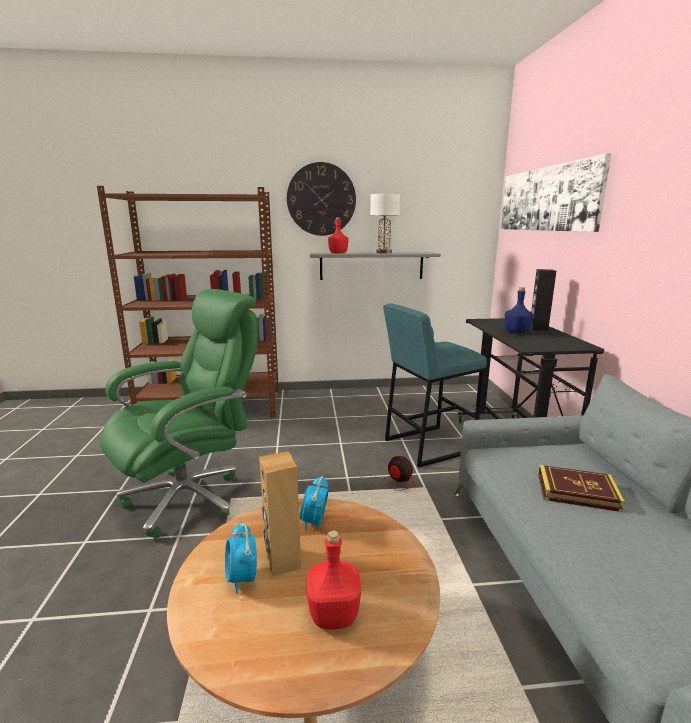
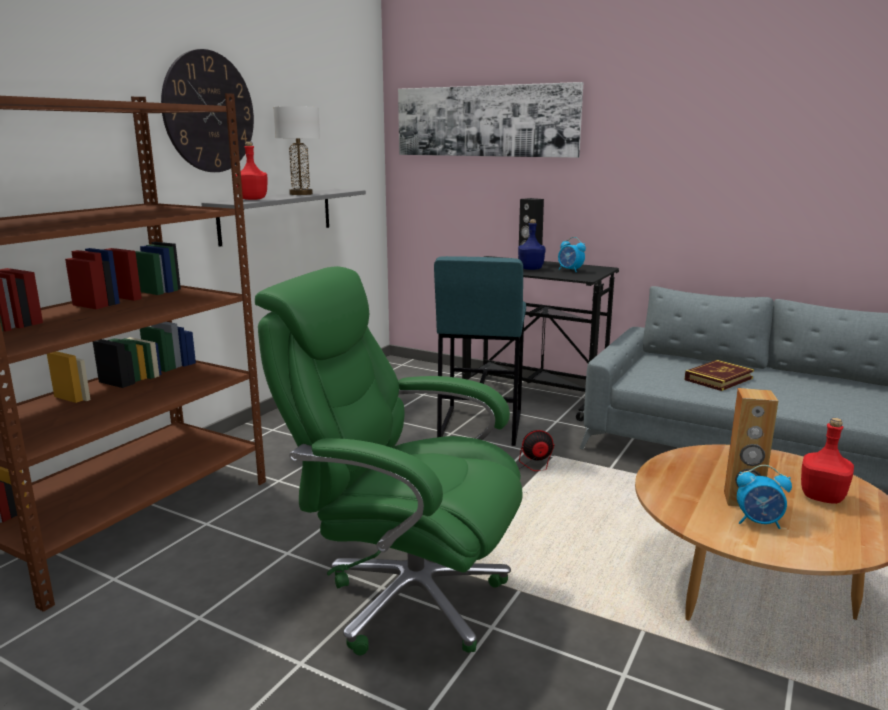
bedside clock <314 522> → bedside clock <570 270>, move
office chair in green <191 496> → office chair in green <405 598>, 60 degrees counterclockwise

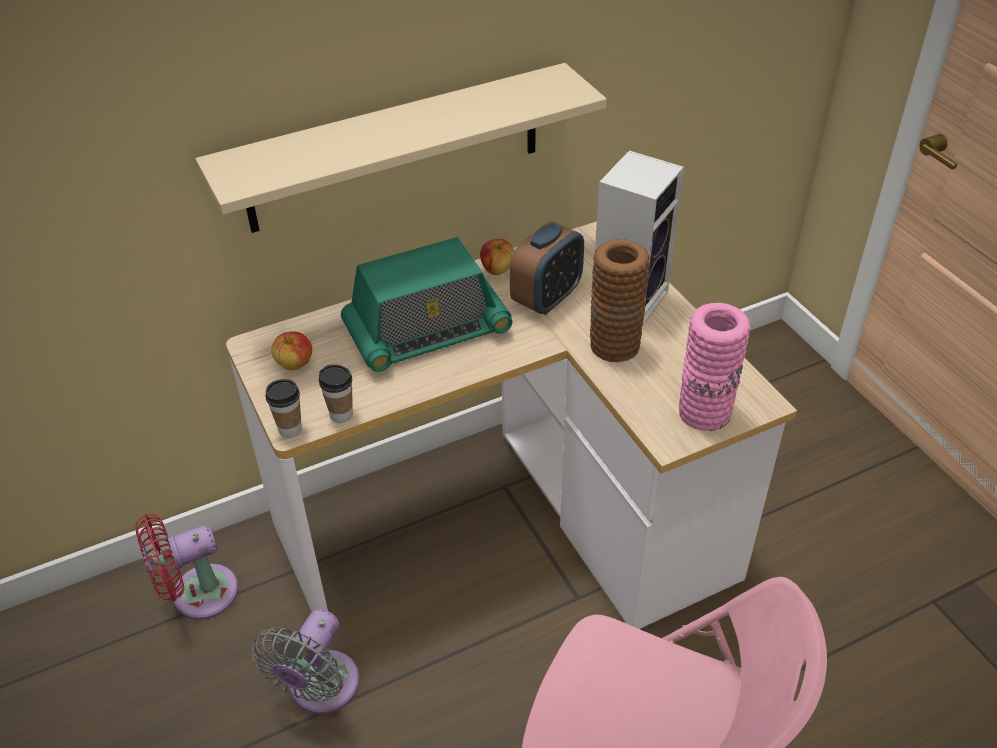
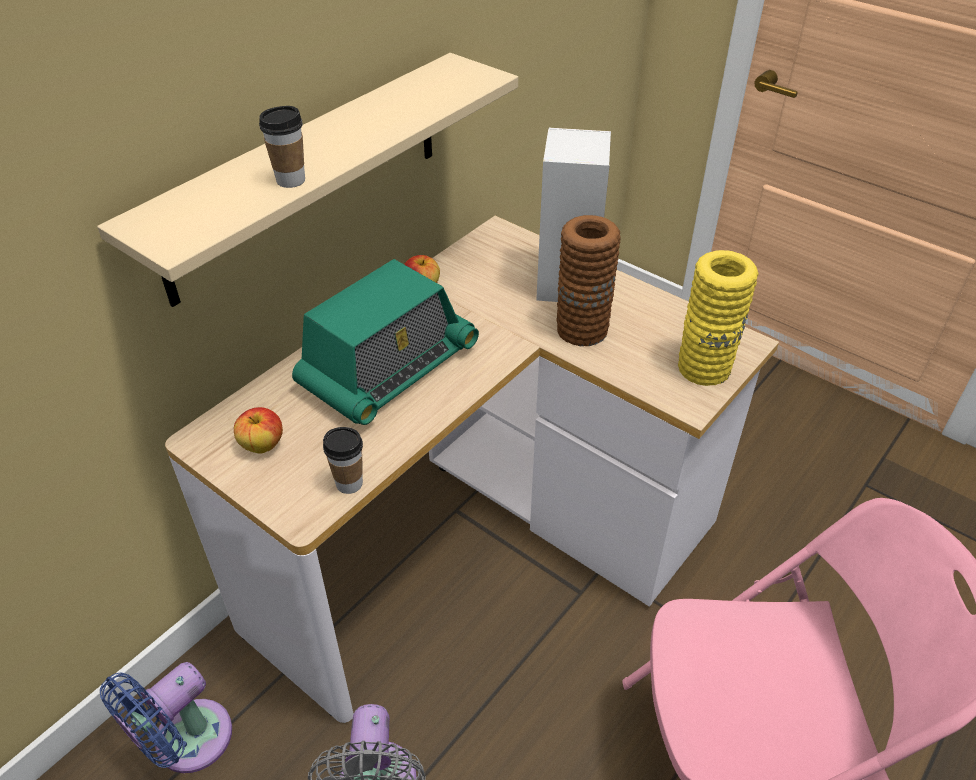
bedside clock <547 298> → -
drinking cup <290 429> → drinking cup <290 180>, move
cooling fan in reddish <198 595> → cooling fan in blue <186 742>
decorative vase in pink-coloured <704 412> → decorative vase in yellow-coloured <704 368>

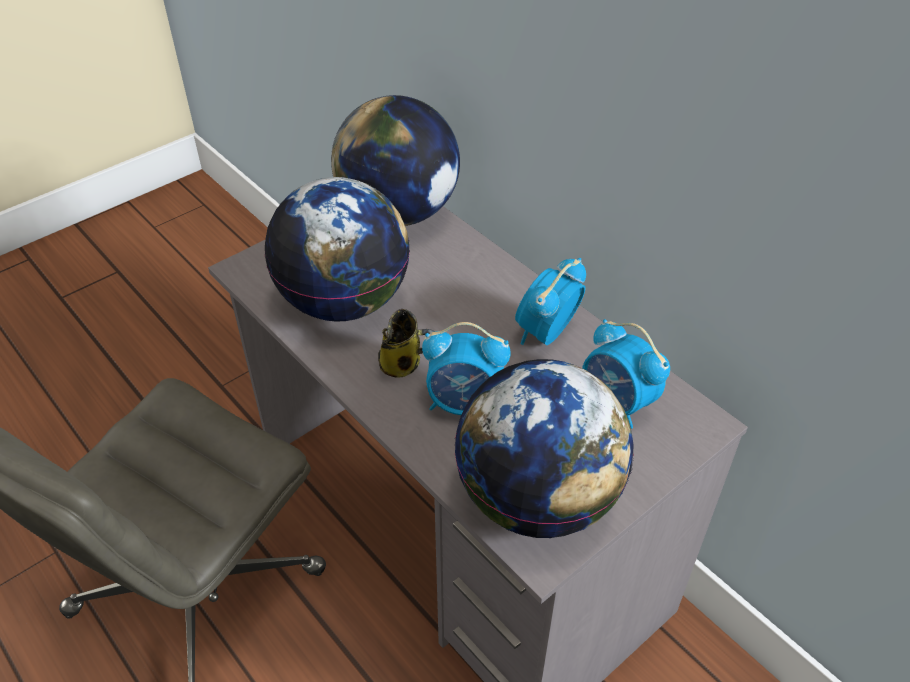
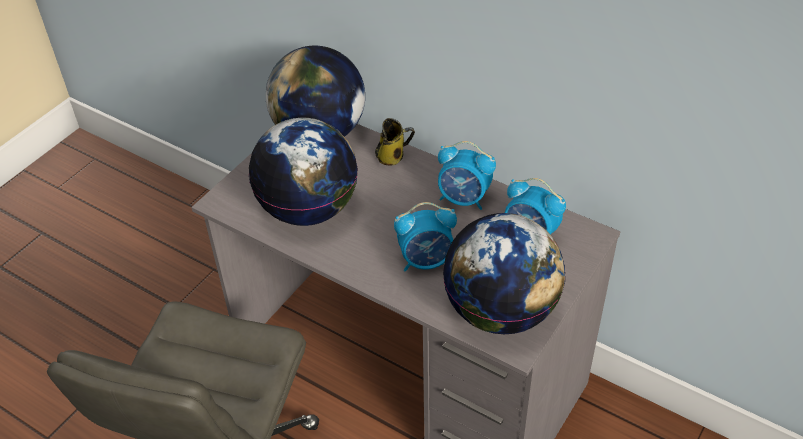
mug <403 363> → mug <392 156>, move
bedside clock <546 333> → bedside clock <464 199>, 90 degrees counterclockwise

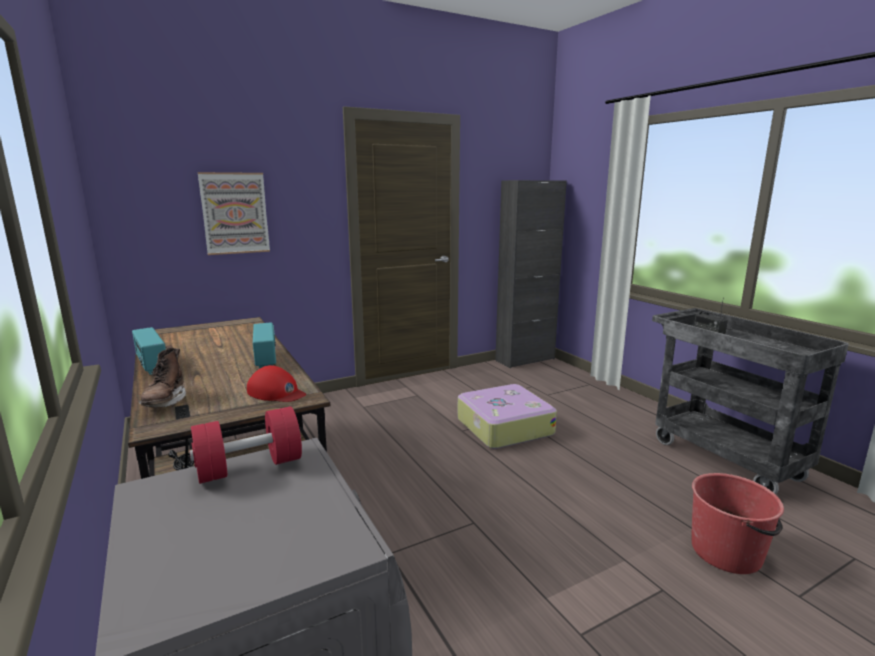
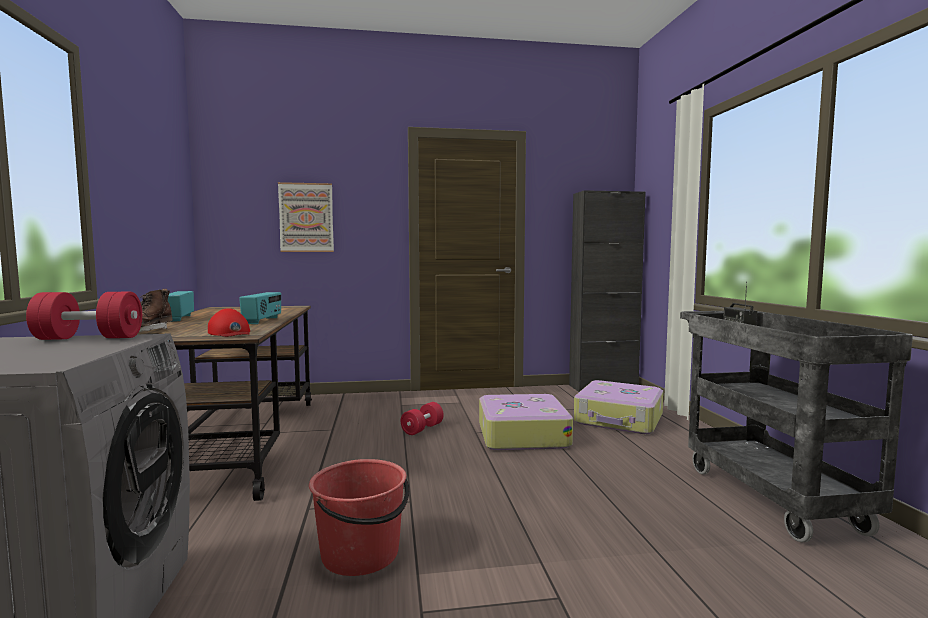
- → dumbbell in reddish <422 429>
- → piece of luggage <619 419>
bucket in reddish <727 552> → bucket in reddish <361 554>, move

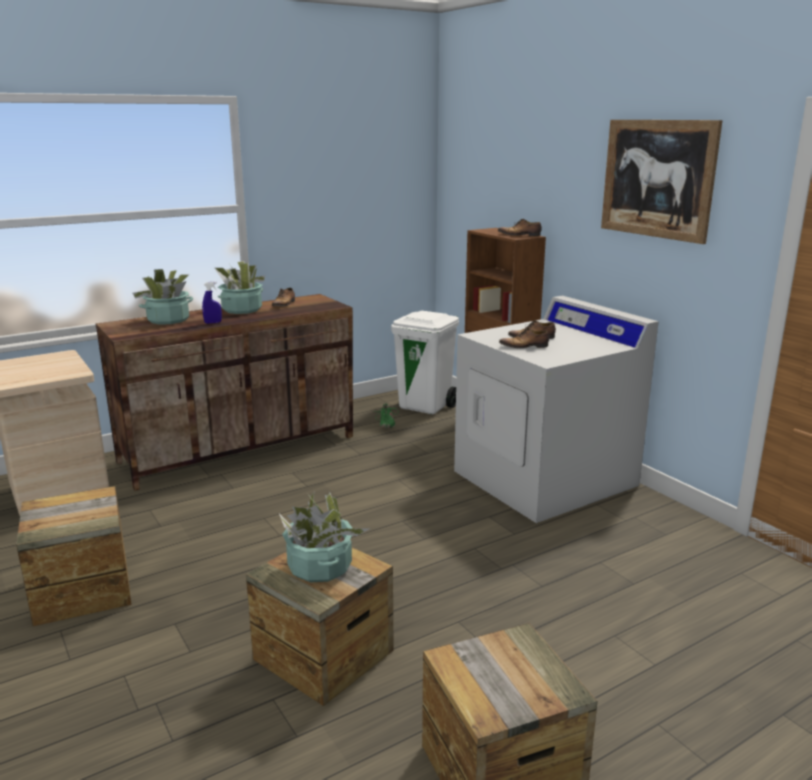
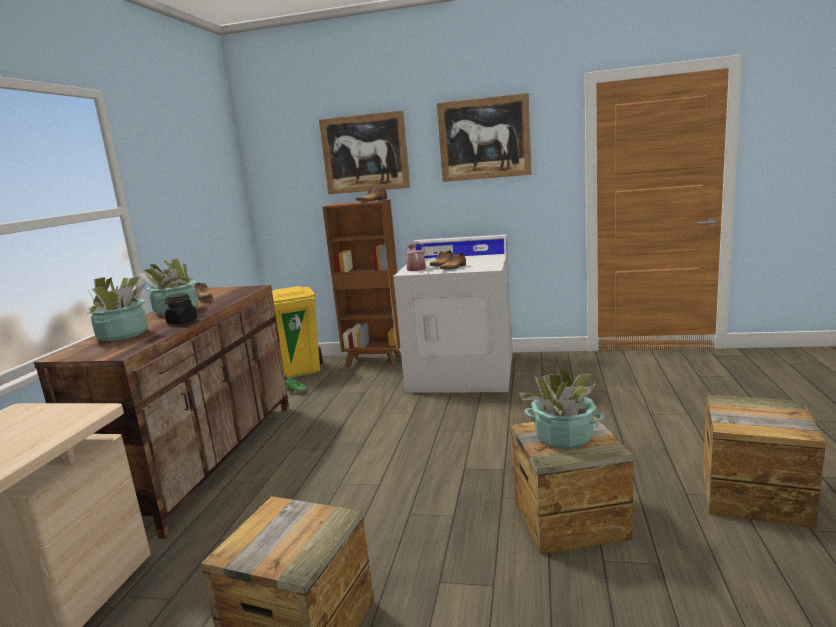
- → picture <365 153>
- → watering can <416 268>
hand sprayer in blue <213 322> → storage jar in blackish <182 322>
rubbish bin in white <425 406> → rubbish bin in yellow-coloured <301 371>

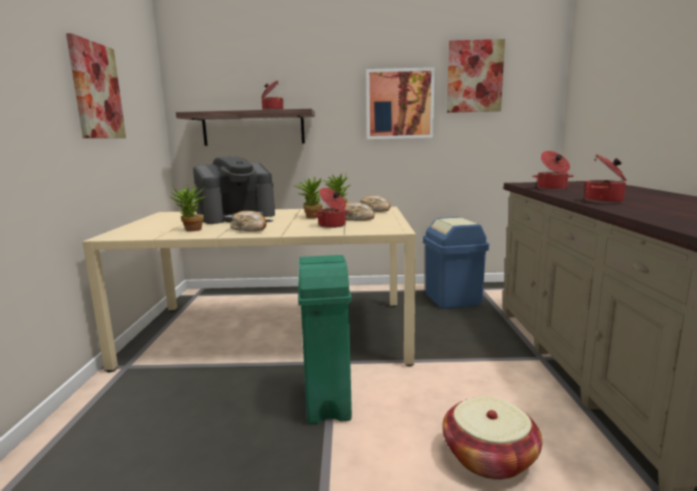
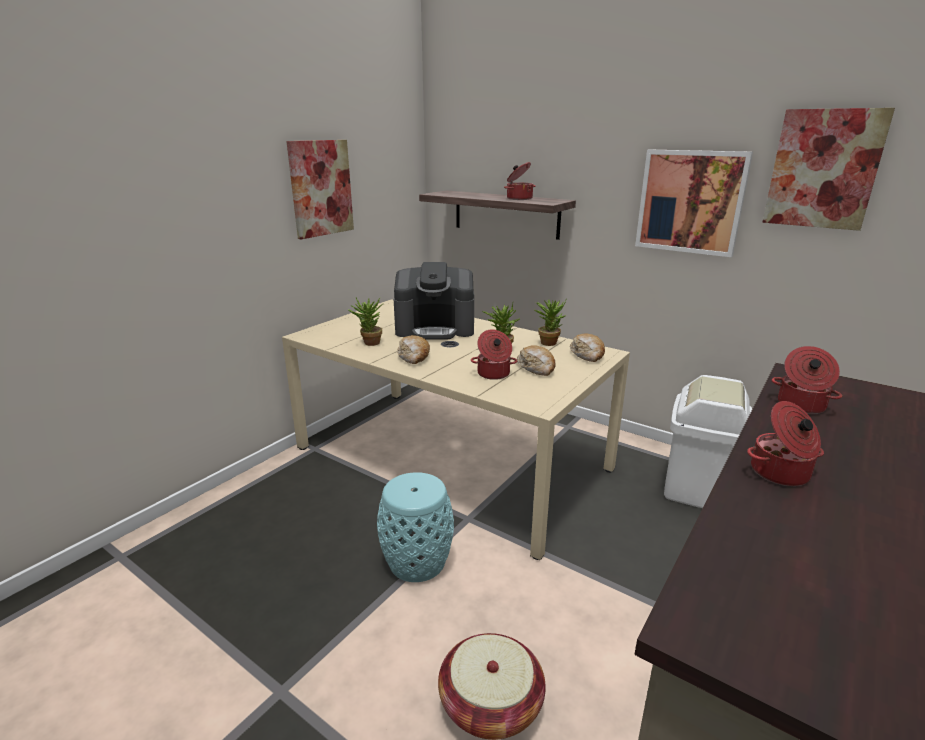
rubbish bin in green <327 403> → stool in turquoise <417 562>
rubbish bin in blue <453 299> → rubbish bin in white <698 488>

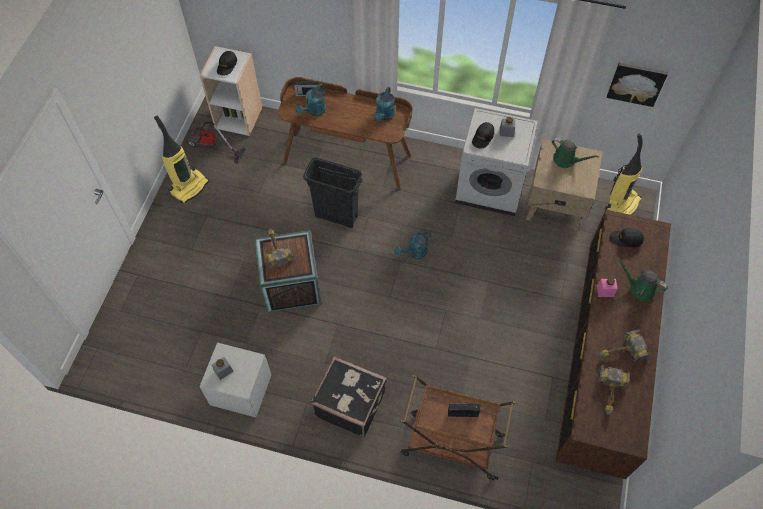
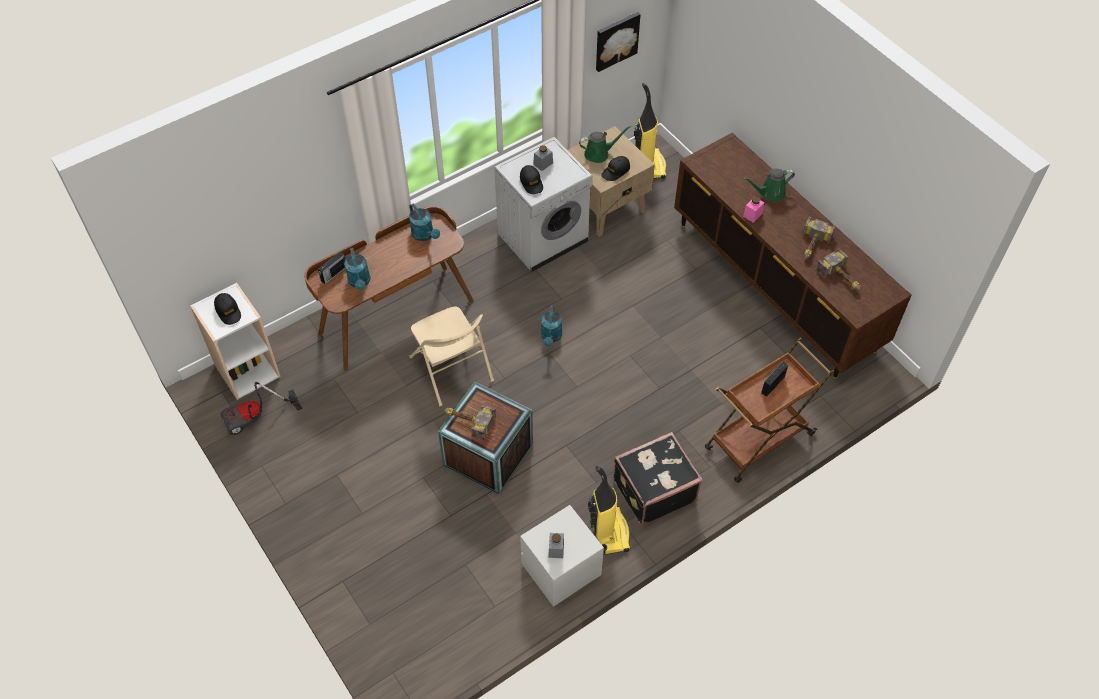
hoover <189 187> → hoover <609 531>, move
baseball cap in blackish <626 239> → baseball cap in blackish <615 171>, move
rubbish bin in blackish <336 216> → upright chair in sand-coloured <451 369>

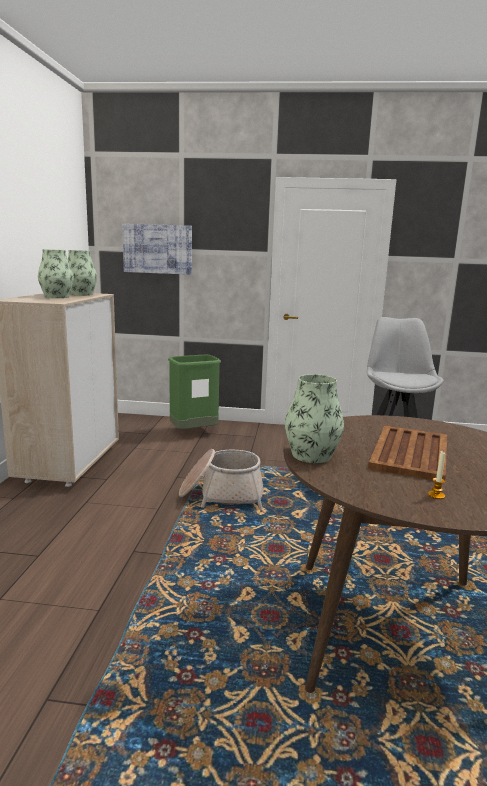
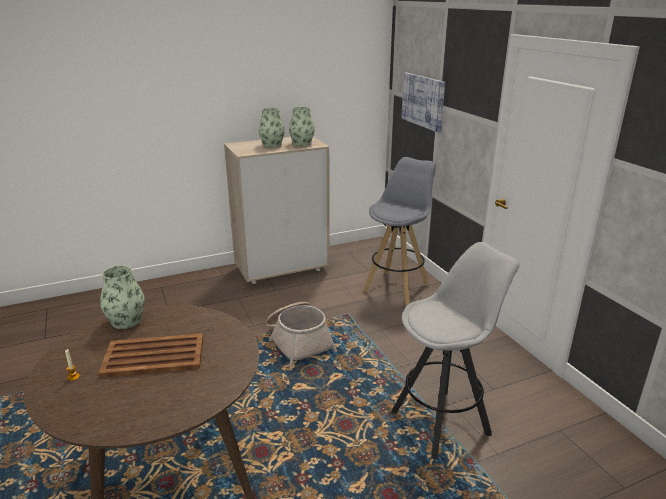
rubbish bin in green <194 433> → stool in grey <397 287>

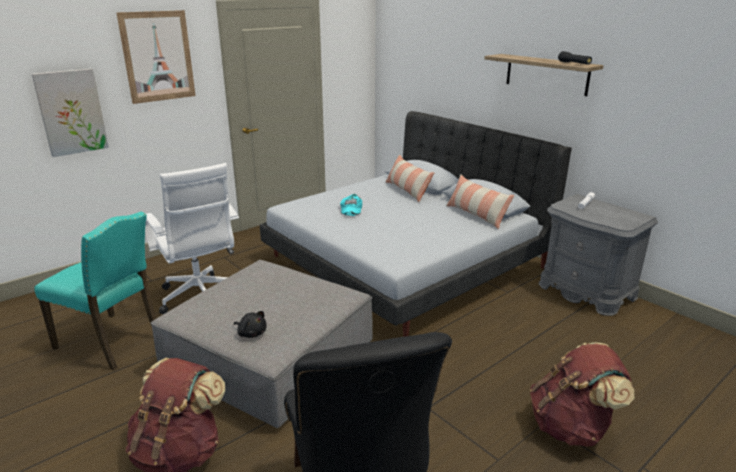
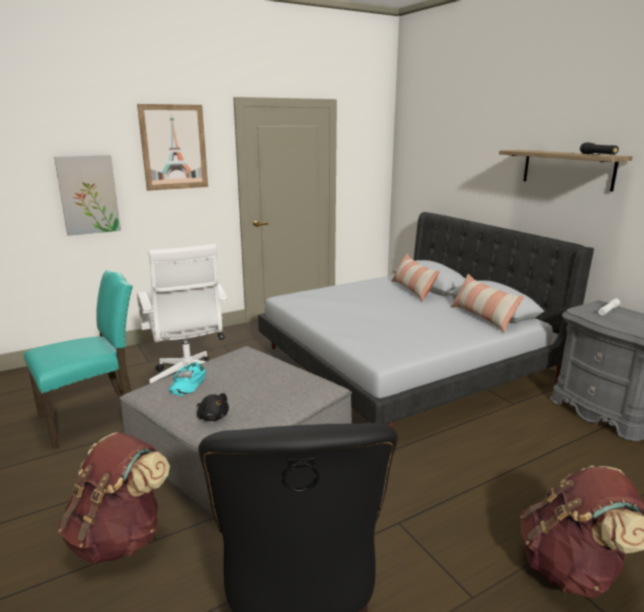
baseball cap in turquoise <351 209> → baseball cap in turquoise <187 383>, move
upright chair in turquoise <112 342> → upright chair in turquoise <93 416>, 75 degrees counterclockwise

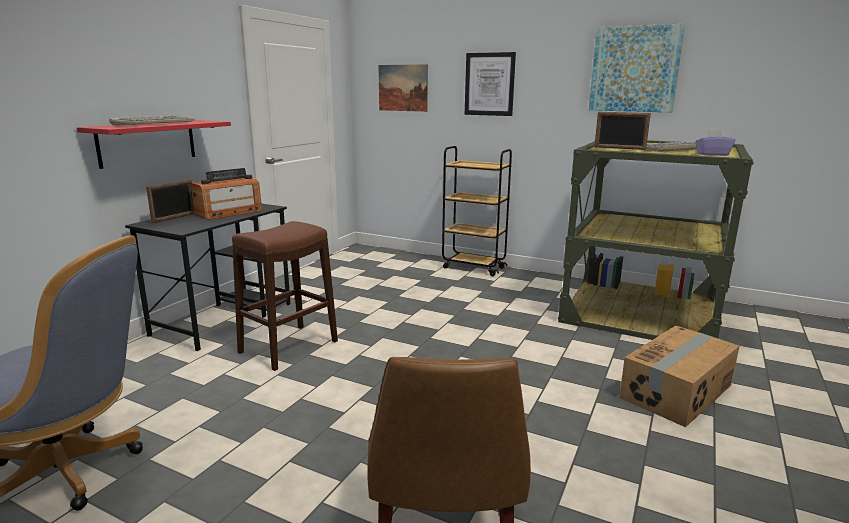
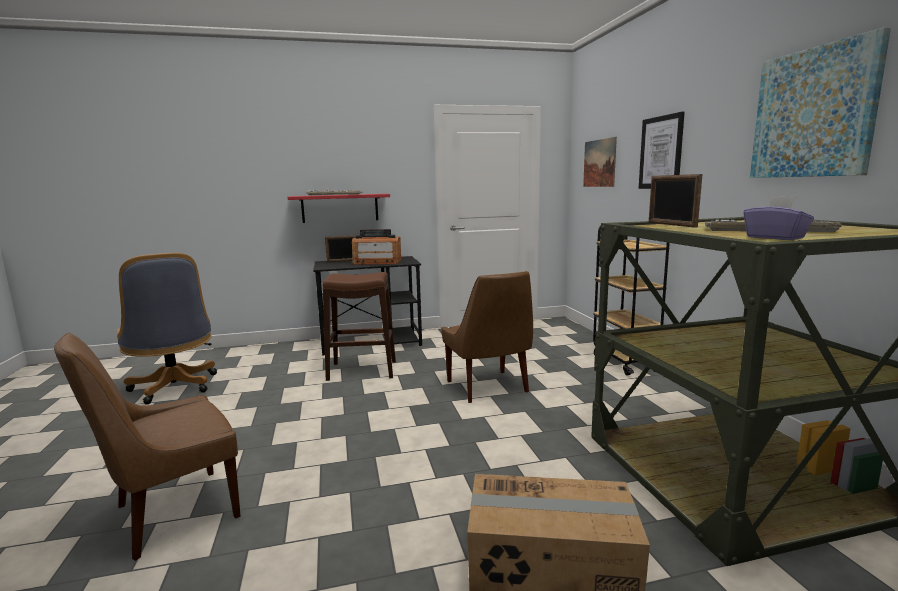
- → upright chair in brownish <488 388>

